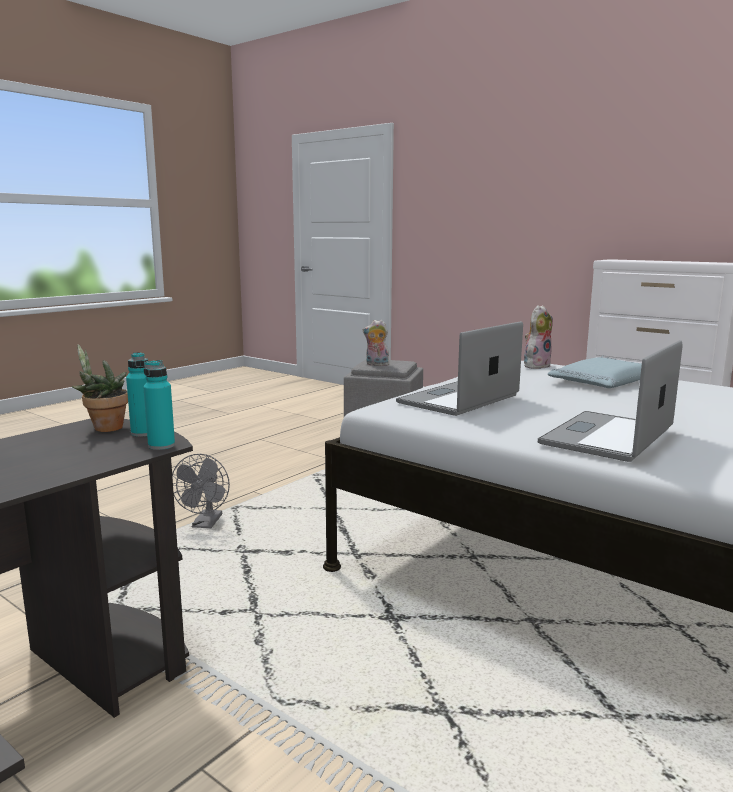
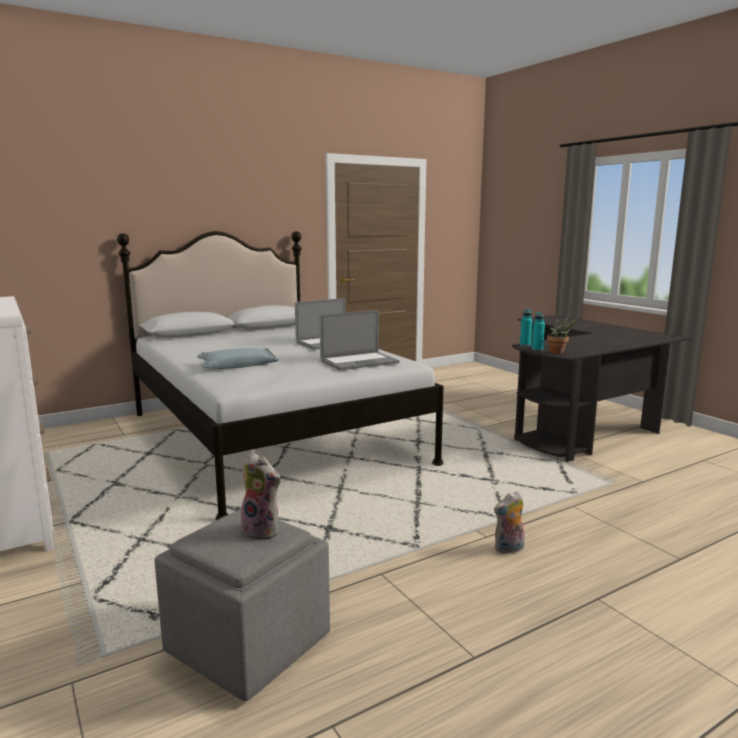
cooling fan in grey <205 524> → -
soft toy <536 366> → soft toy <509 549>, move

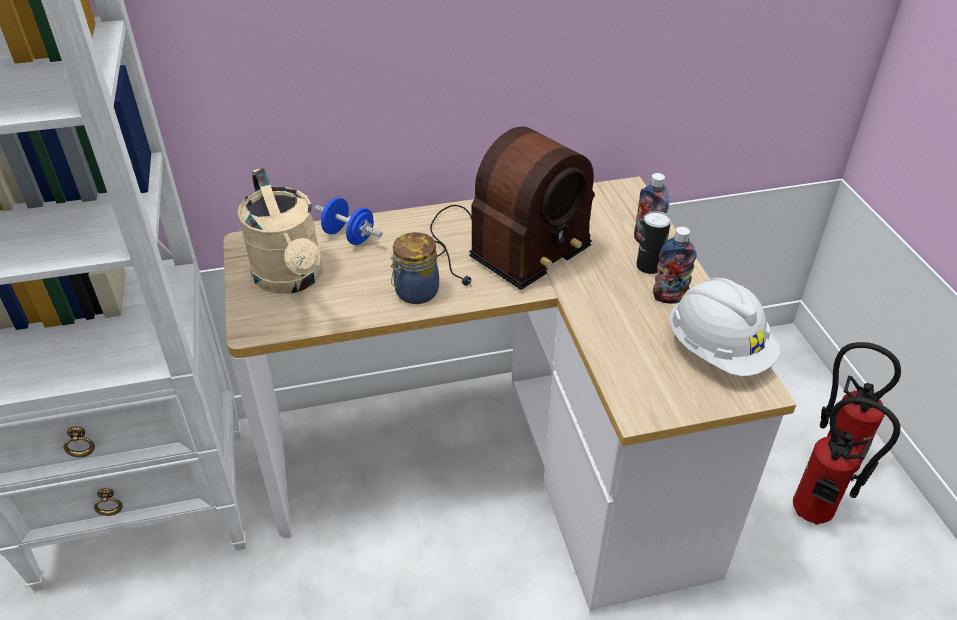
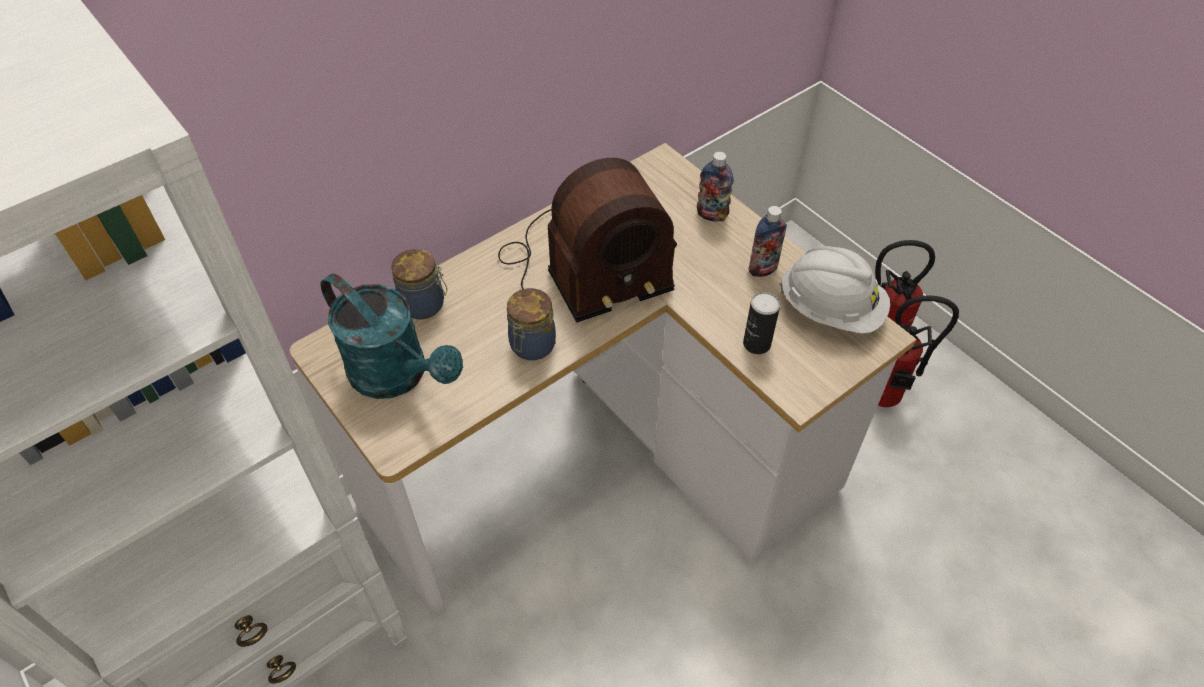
can <649 266> → can <756 344>, move
dumbbell in blue <349 236> → storage jar <424 305>
watering can in sand-coloured <292 279> → watering can in turquoise <398 375>
radio receiver <499 249> → radio receiver <582 269>, 45 degrees clockwise

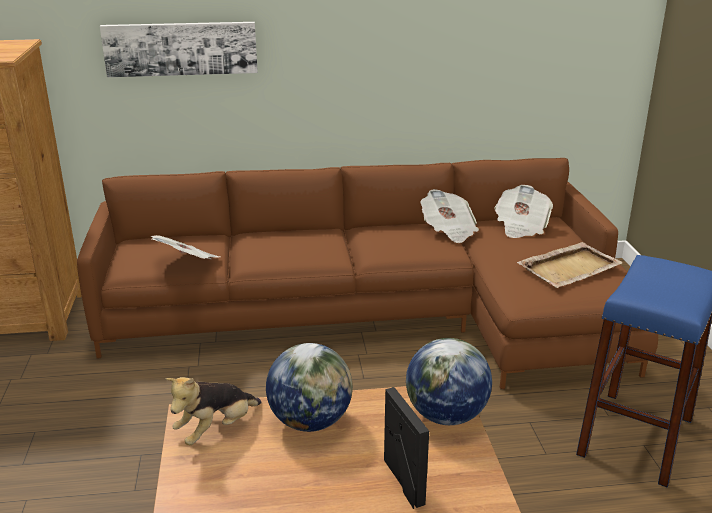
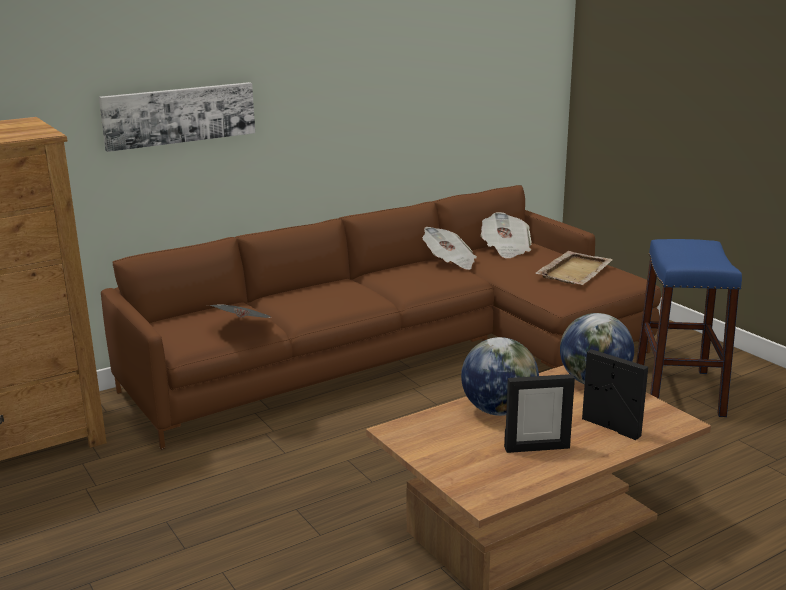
soft toy <216 429> → -
- → picture frame <537 447>

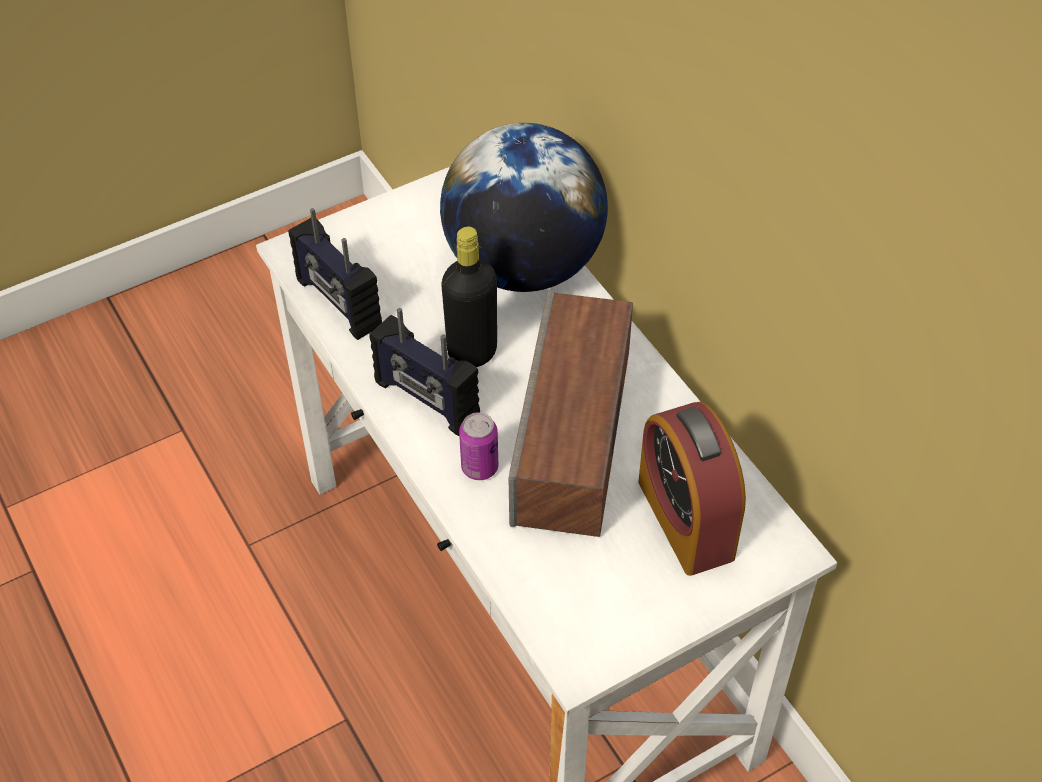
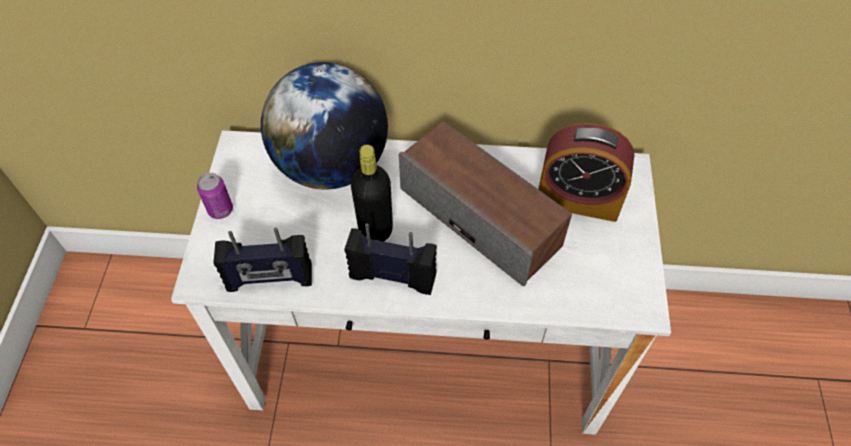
can <479 467> → can <220 210>, move
radio receiver <426 400> → radio receiver <393 275>, 150 degrees counterclockwise

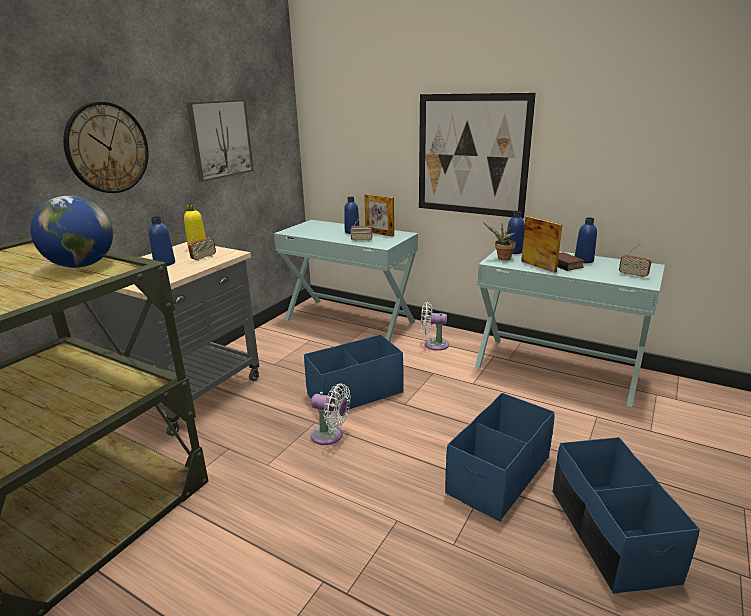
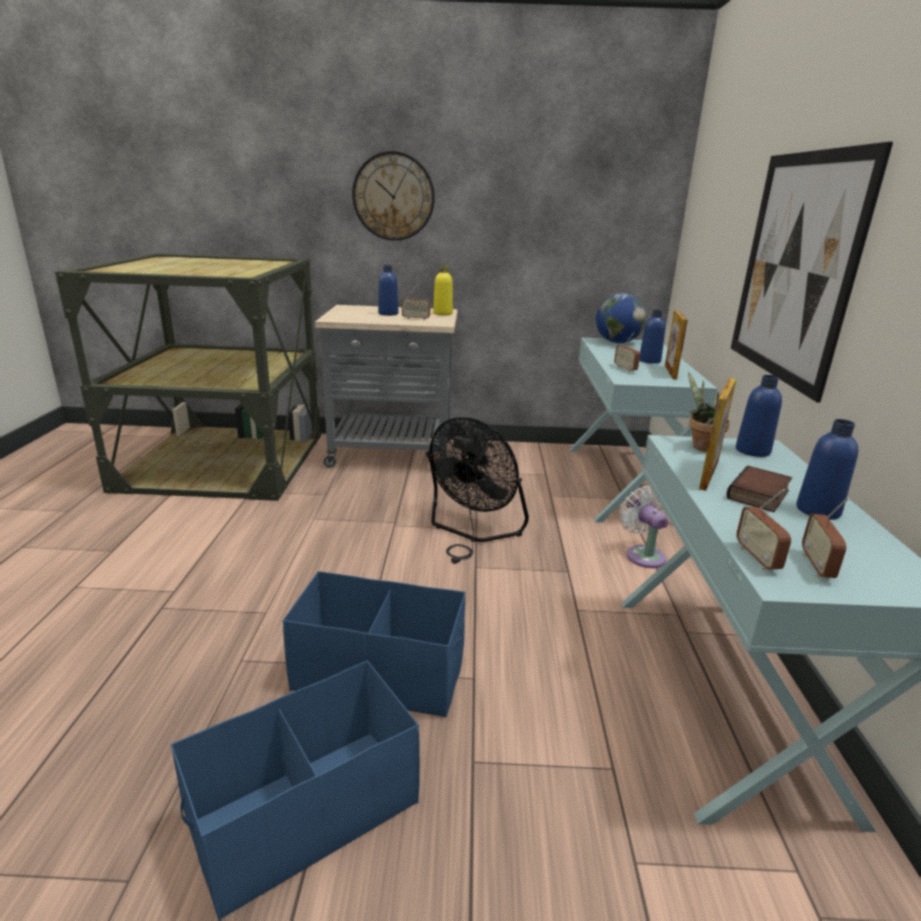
picture <220 139> → -
cooling fan in white <330 435> → -
- → radio receiver <757 558>
globe <82 265> → globe <617 342>, move
storage bin in blue <354 393> → cooling fan in blackish <467 529>

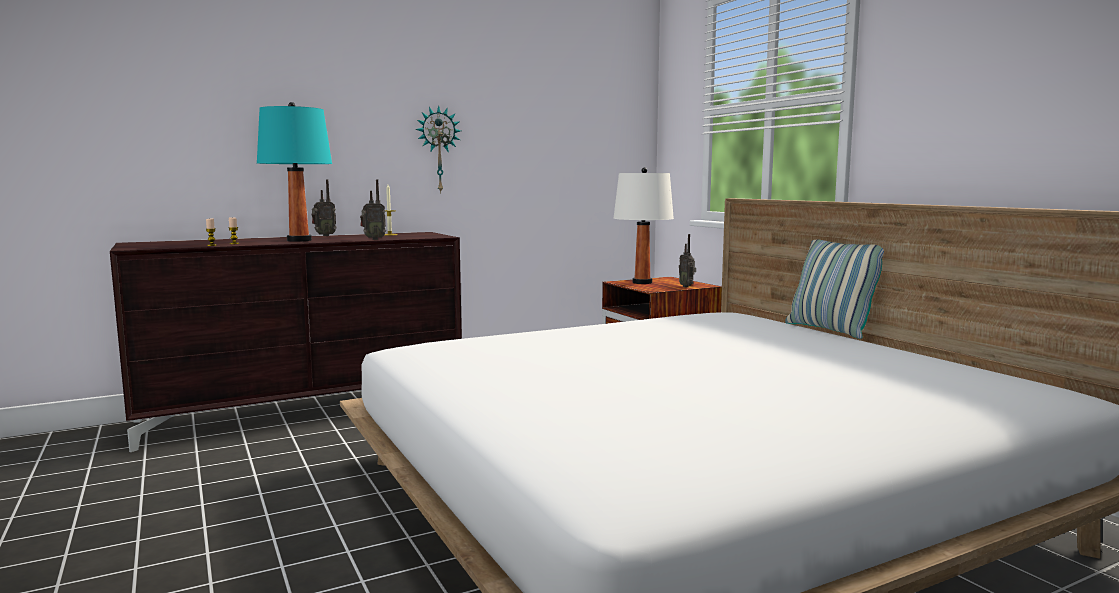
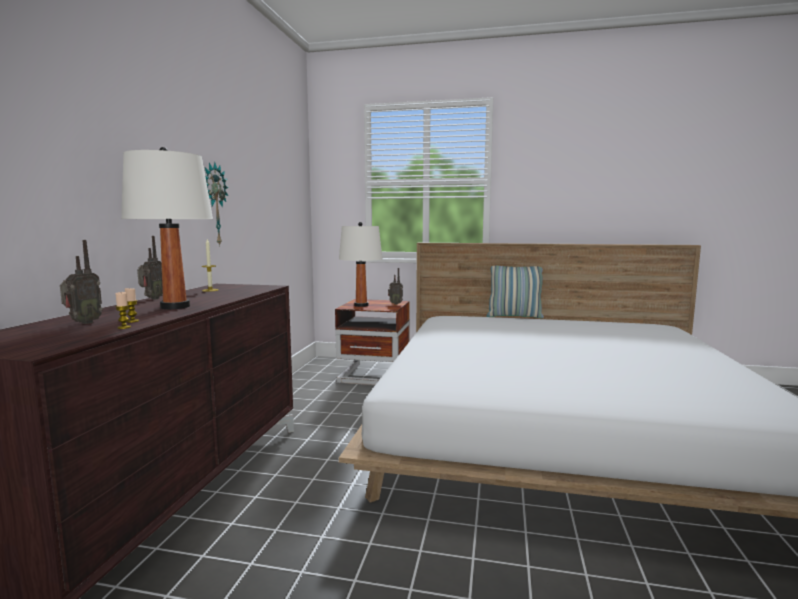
radio receiver <373 239> → radio receiver <82 323>, move
tabletop lamp in turquoise <299 240> → tabletop lamp in white <175 307>

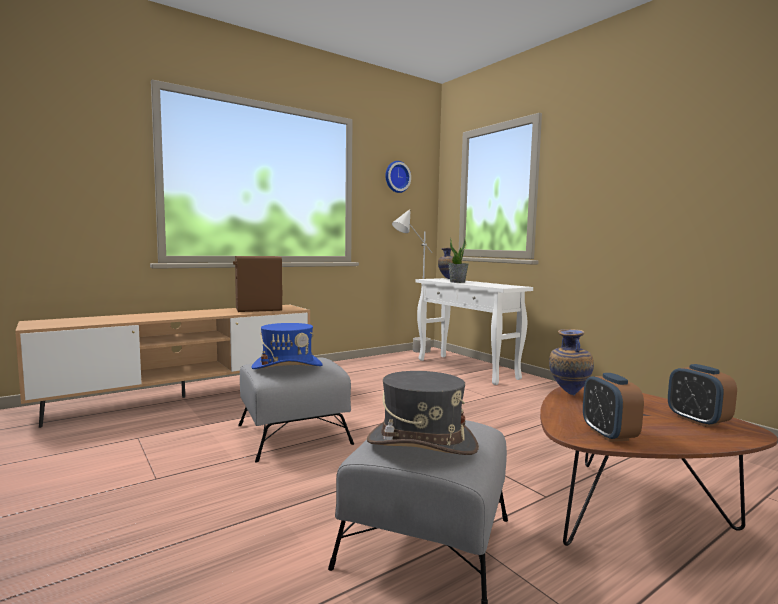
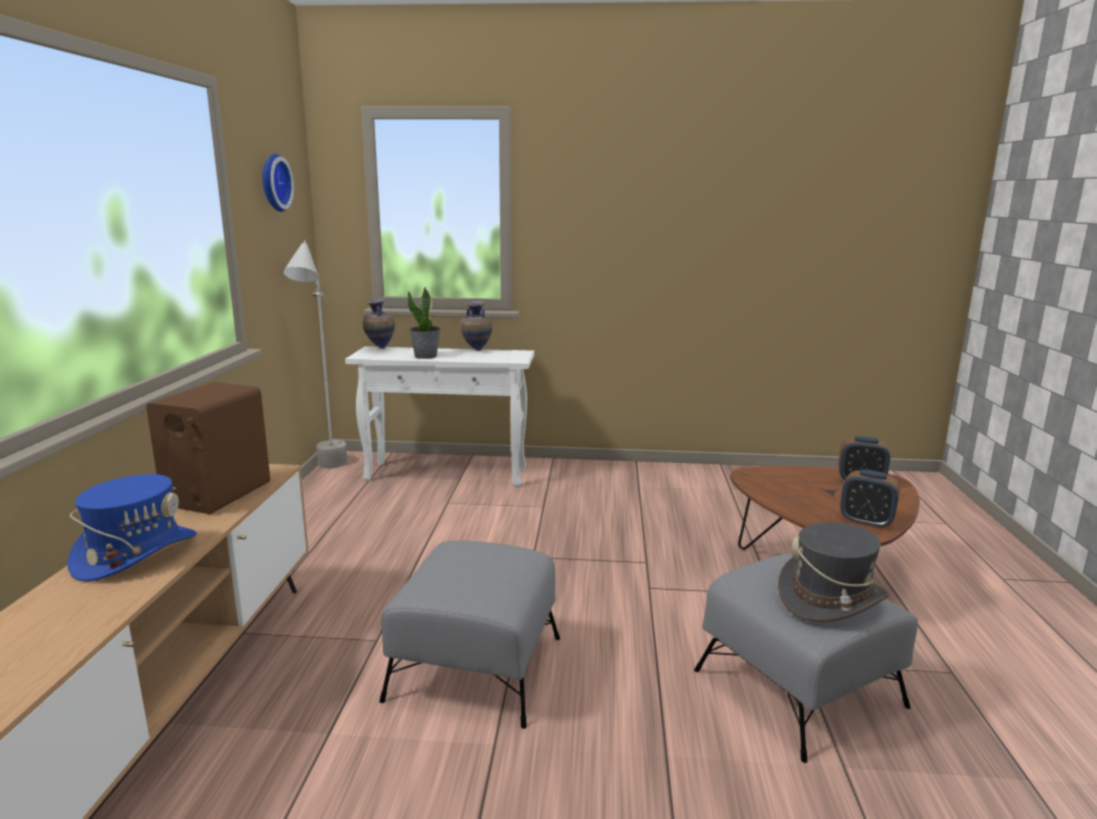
hat in blue <287 366> → hat in blue <136 553>, move
decorative vase <568 394> → decorative vase <476 351>, move

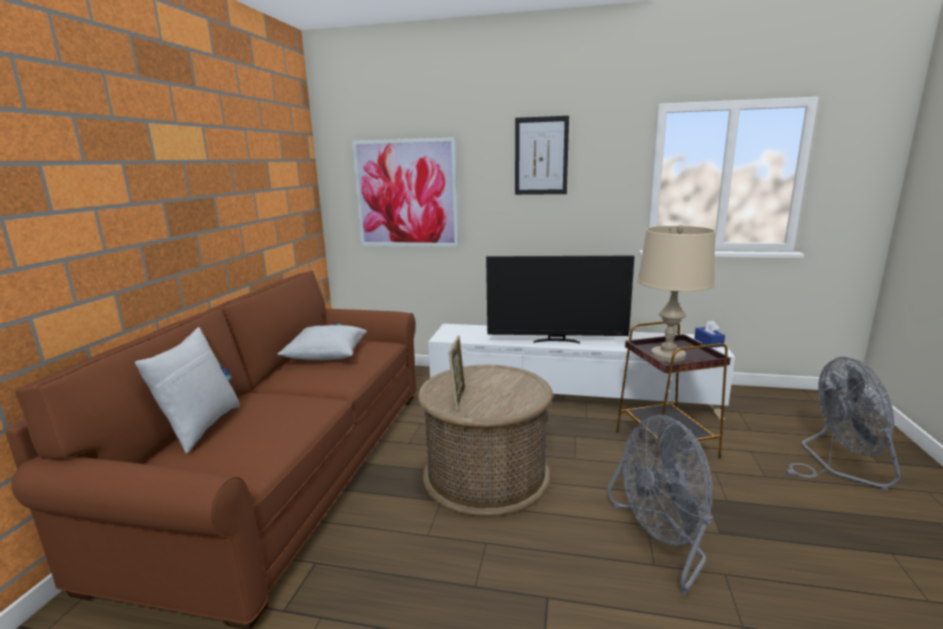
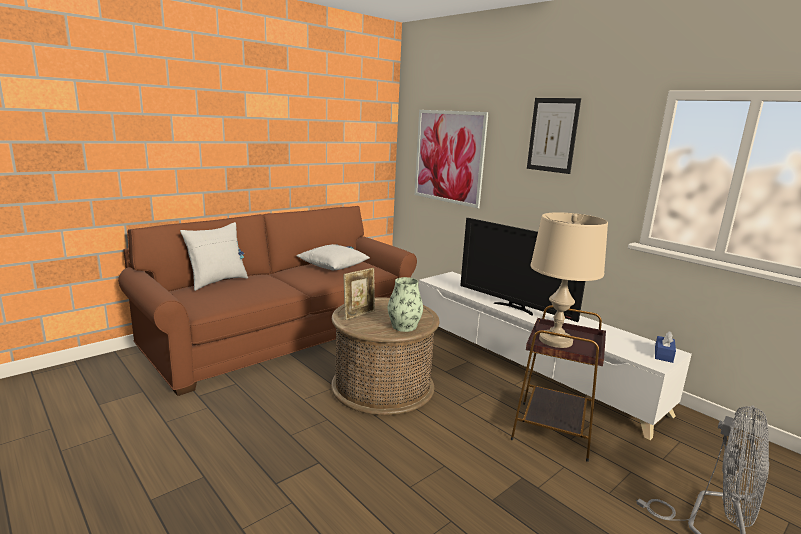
cooling fan in grey <665 537> → -
- → decorative vase <404 326>

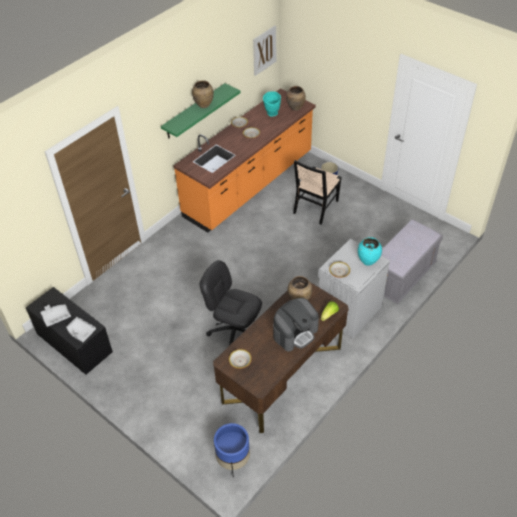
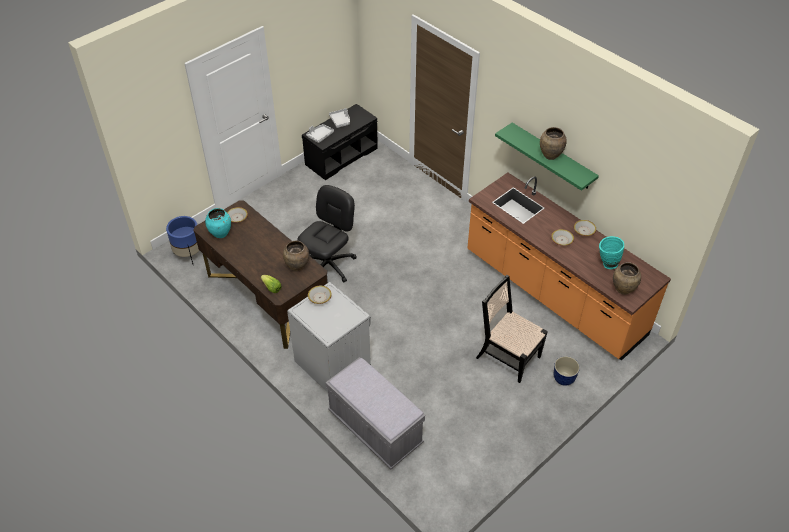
picture <264 50> → -
coffee brewer <295 332> → -
decorative vase in turquoise <367 261> → decorative vase in turquoise <221 234>, move

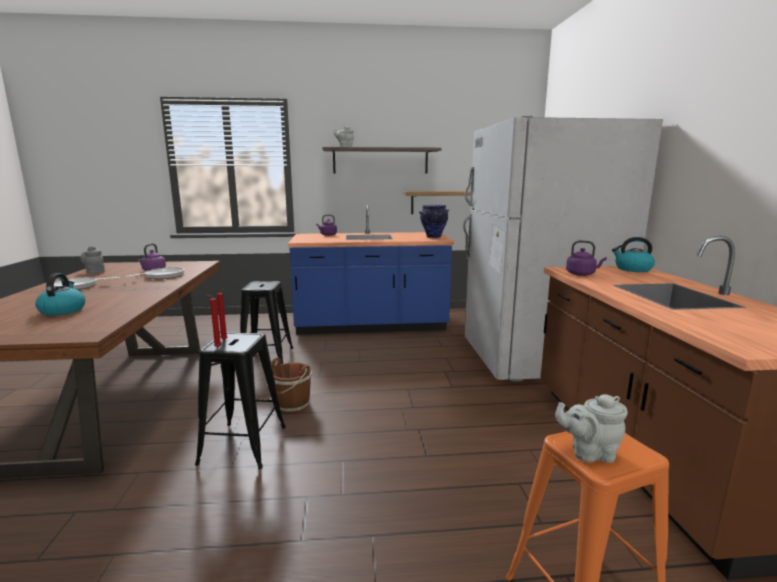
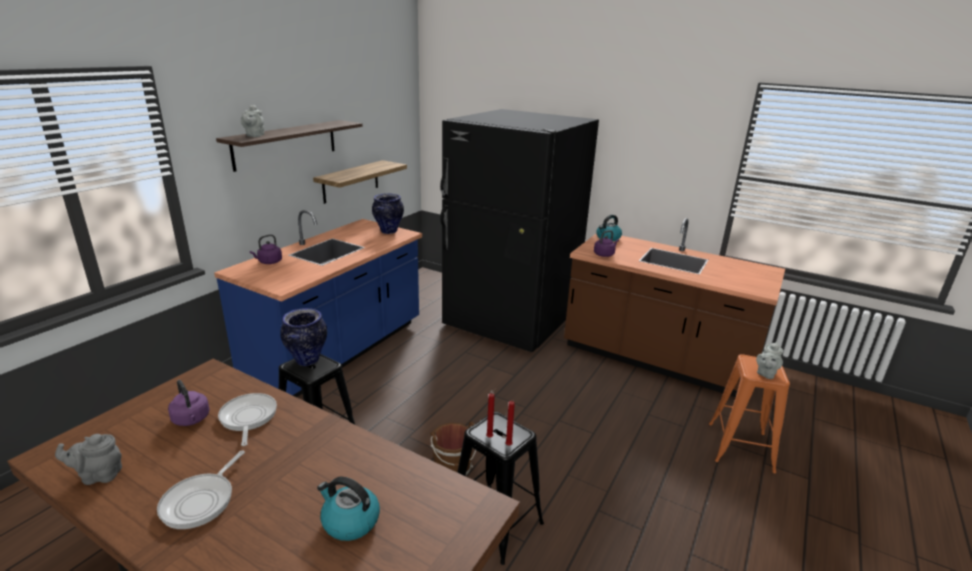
- → decorative vase <307 360>
fridge in white <535 356> → fridge in blackish <511 318>

